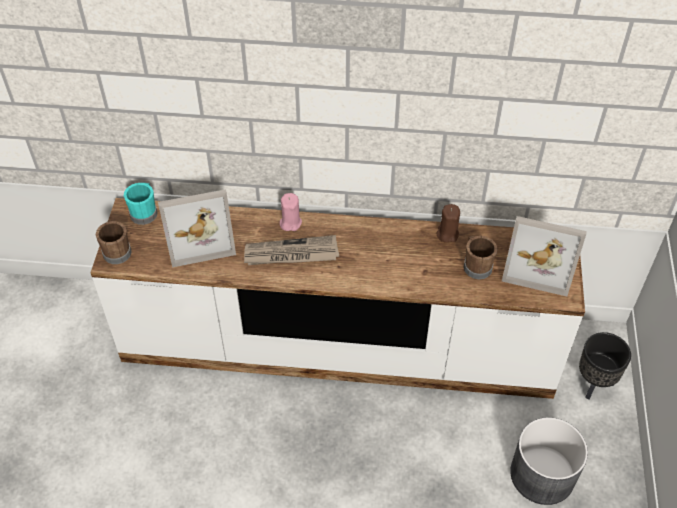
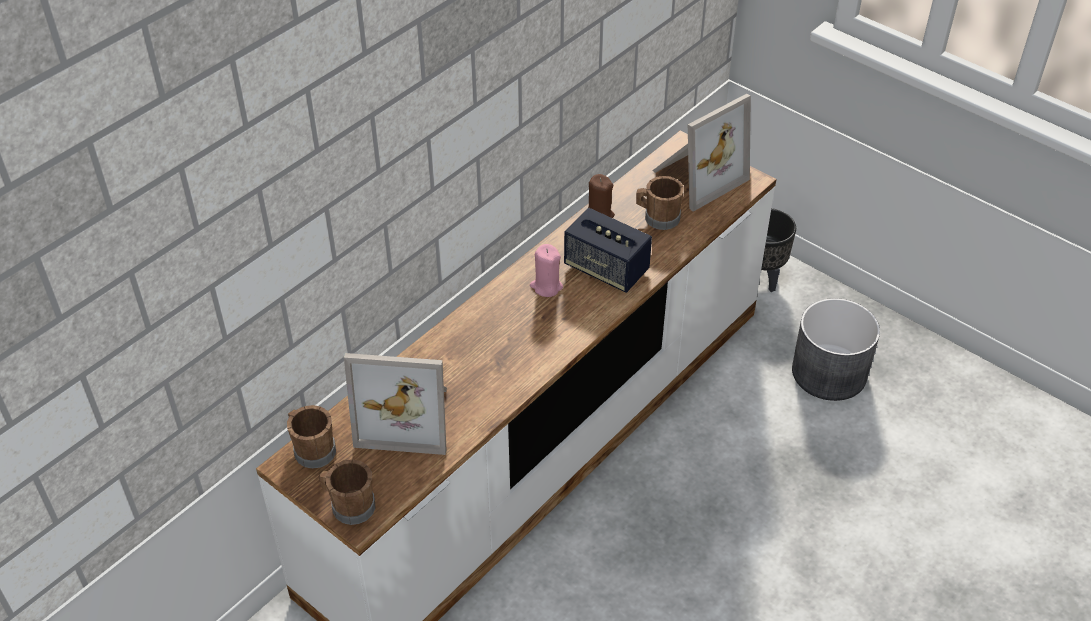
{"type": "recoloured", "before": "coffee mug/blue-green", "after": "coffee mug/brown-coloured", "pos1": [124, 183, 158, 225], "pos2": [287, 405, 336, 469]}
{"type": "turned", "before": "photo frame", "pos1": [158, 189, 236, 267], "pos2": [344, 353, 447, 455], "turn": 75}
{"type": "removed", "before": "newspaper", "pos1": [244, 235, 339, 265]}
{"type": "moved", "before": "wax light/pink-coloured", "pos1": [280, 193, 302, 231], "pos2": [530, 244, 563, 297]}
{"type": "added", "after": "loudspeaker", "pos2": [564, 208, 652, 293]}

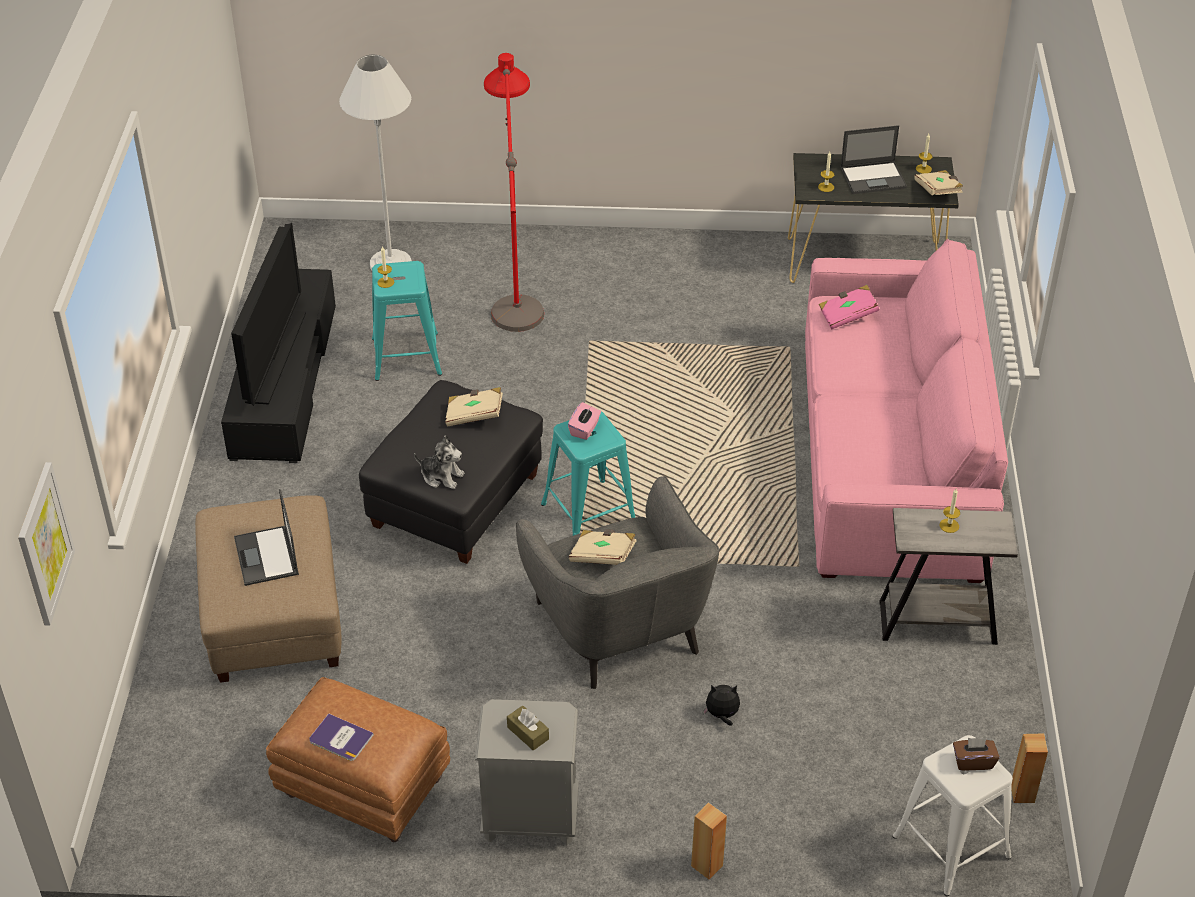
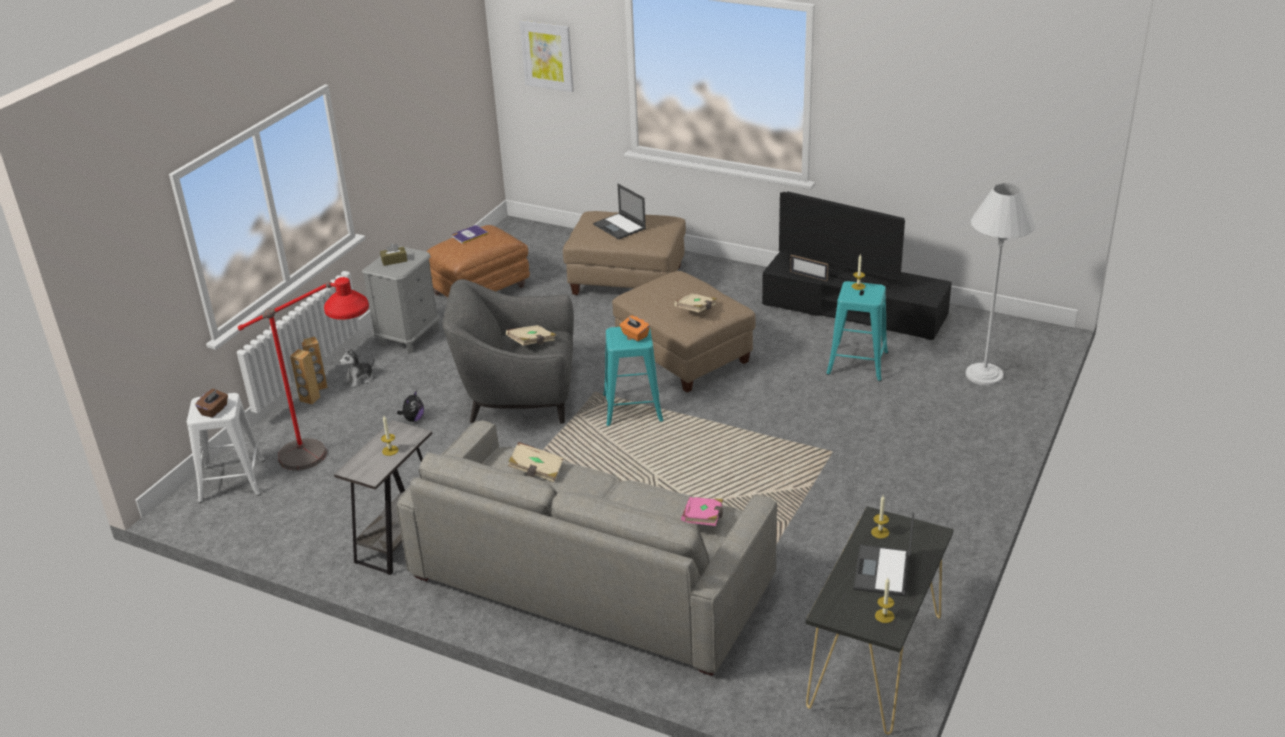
{"type": "turned", "before": "portable computer", "pos1": [234, 489, 299, 586], "pos2": [593, 184, 646, 239], "turn": -135}
{"type": "recoloured", "before": "footrest/black-coloured", "after": "footrest/sand-coloured", "pos1": [359, 380, 543, 564], "pos2": [612, 271, 756, 392]}
{"type": "moved", "before": "cuddly toy", "pos1": [414, 435, 465, 489], "pos2": [339, 348, 375, 388]}
{"type": "moved", "before": "standing lamp/red", "pos1": [484, 53, 544, 332], "pos2": [238, 277, 369, 470]}
{"type": "recoloured", "before": "tissue holder/pink-coloured", "after": "tissue holder/orange-coloured", "pos1": [568, 402, 601, 440], "pos2": [620, 315, 650, 341]}
{"type": "recoloured", "before": "sofa/pink-coloured", "after": "sofa/greyish", "pos1": [805, 239, 1008, 583], "pos2": [397, 420, 777, 676]}
{"type": "moved", "before": "bound book/sand-coloured", "pos1": [914, 170, 963, 195], "pos2": [508, 442, 564, 482]}
{"type": "moved", "before": "loudspeaker/brown-coloured", "pos1": [1011, 733, 1048, 803], "pos2": [290, 349, 320, 405]}
{"type": "added", "after": "photo frame", "pos2": [790, 255, 828, 281]}

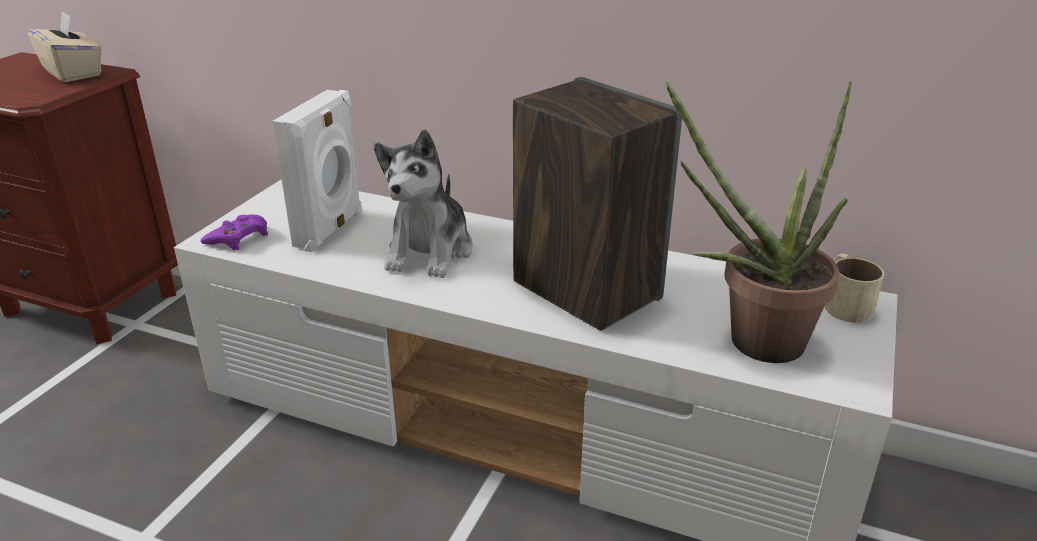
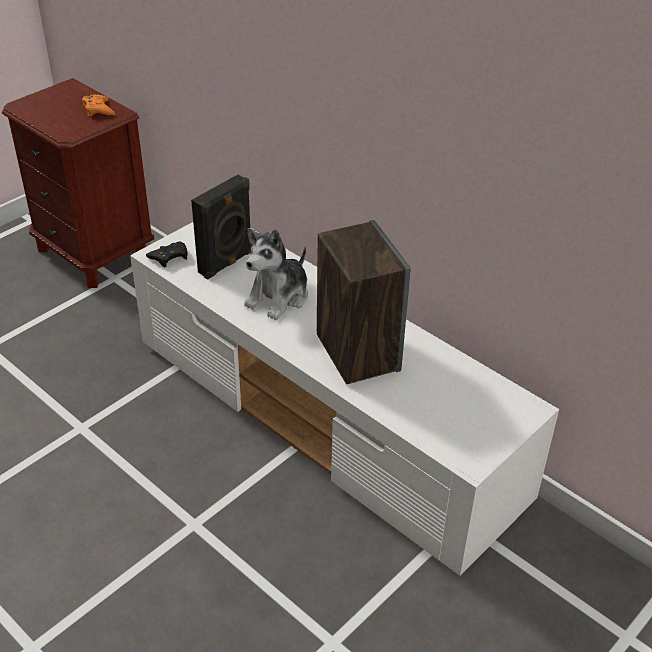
{"type": "replaced", "before": "tissue holder/sand-coloured", "after": "joypad/orange-coloured", "pos1": [28, 11, 102, 82], "pos2": [82, 94, 116, 116]}
{"type": "recoloured", "before": "joypad/purple-coloured", "after": "joypad/black-coloured", "pos1": [201, 214, 268, 250], "pos2": [146, 242, 188, 267]}
{"type": "recoloured", "before": "loudspeaker/whitish", "after": "loudspeaker/black-coloured", "pos1": [272, 90, 362, 252], "pos2": [191, 175, 251, 280]}
{"type": "removed", "before": "plant in a pot", "pos1": [665, 81, 852, 363]}
{"type": "removed", "before": "coffee mug/sand-coloured", "pos1": [825, 253, 884, 323]}

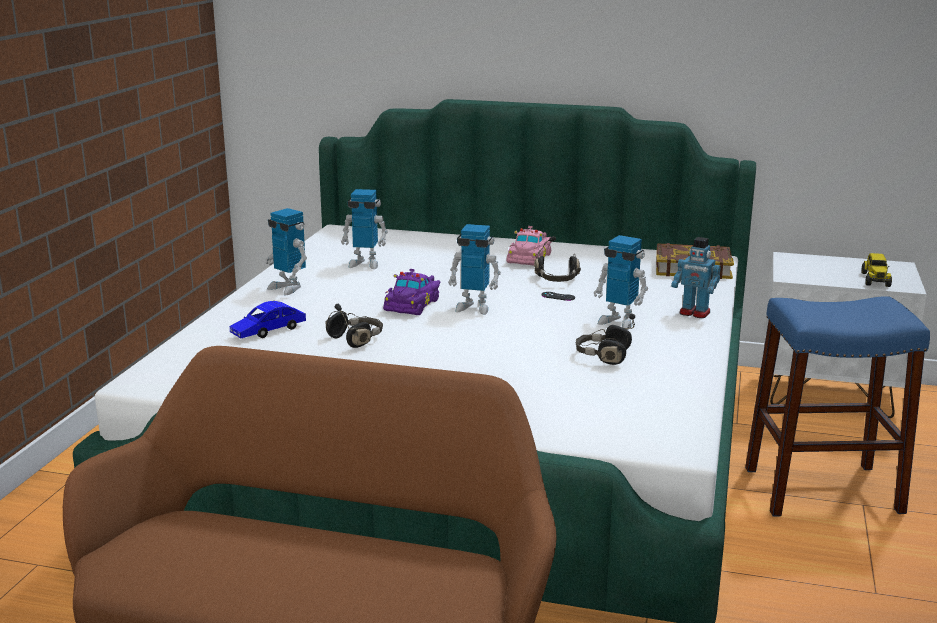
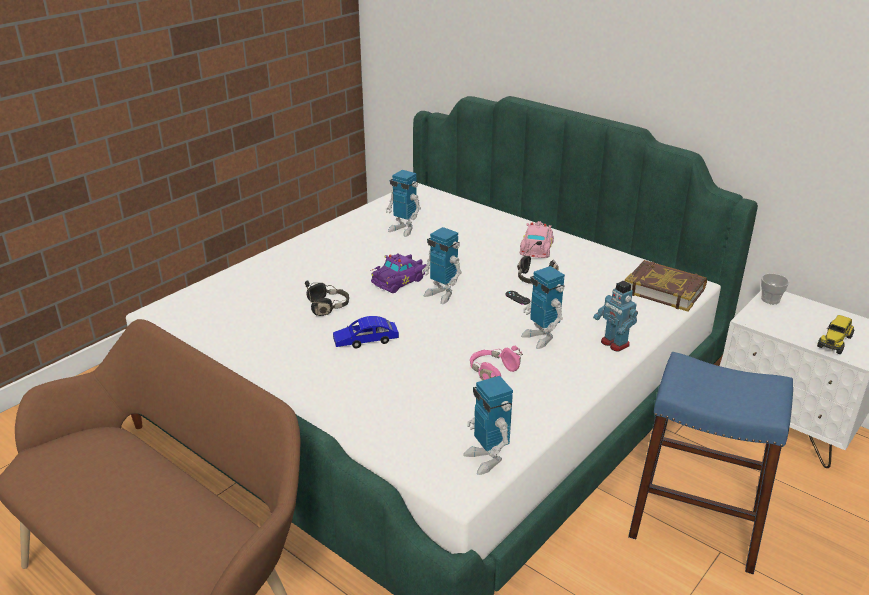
{"type": "moved", "before": "model car/blue-coloured", "pos1": [230, 301, 306, 338], "pos2": [333, 316, 399, 348]}
{"type": "moved", "before": "toy robot", "pos1": [265, 208, 307, 295], "pos2": [463, 376, 513, 475]}
{"type": "turned", "before": "model car/pink-coloured", "pos1": [506, 226, 552, 266], "pos2": [520, 221, 554, 258], "turn": 150}
{"type": "recoloured", "before": "headphones/black-coloured", "after": "headphones/pink-coloured", "pos1": [576, 313, 635, 365], "pos2": [470, 346, 523, 380]}
{"type": "added", "after": "drinking cup", "pos2": [761, 274, 789, 304]}

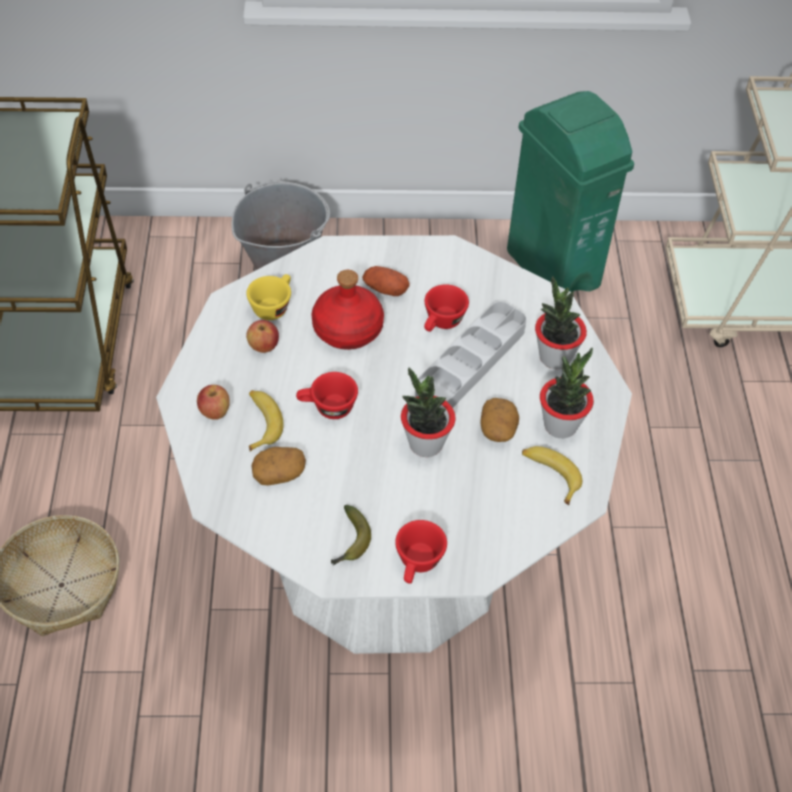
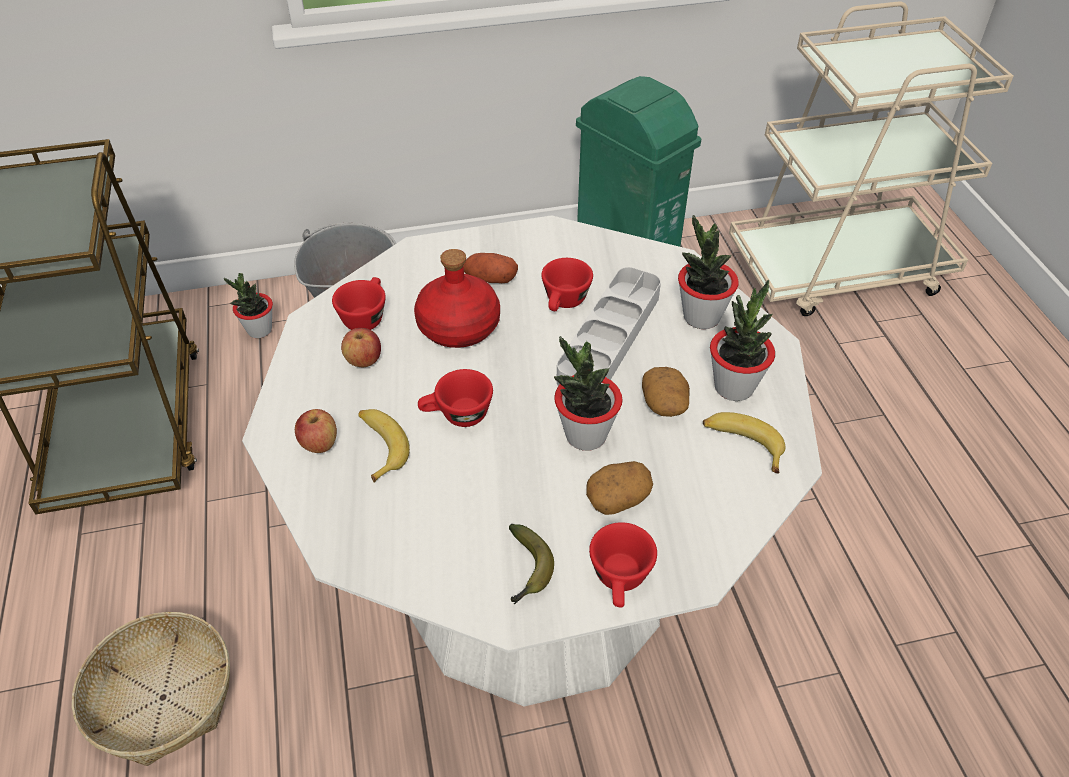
{"type": "recoloured", "before": "drinking cup/yellow", "after": "drinking cup/red", "pos1": [247, 274, 291, 320], "pos2": [332, 277, 386, 330]}
{"type": "moved", "before": "potato", "pos1": [252, 447, 306, 486], "pos2": [586, 461, 653, 515]}
{"type": "added", "after": "plant in a pot", "pos2": [224, 273, 273, 338]}

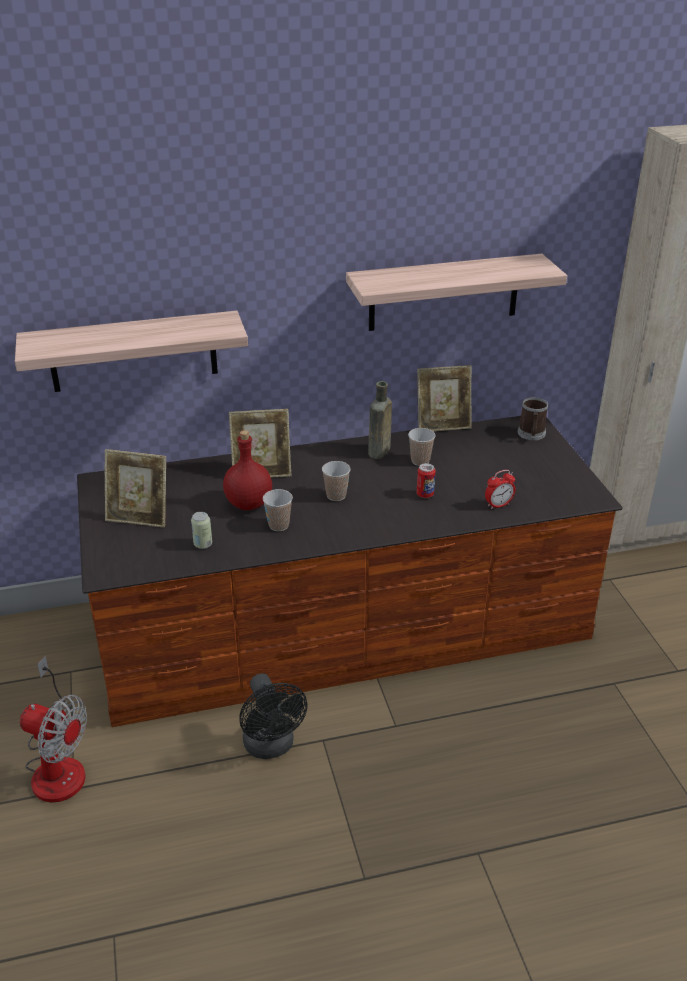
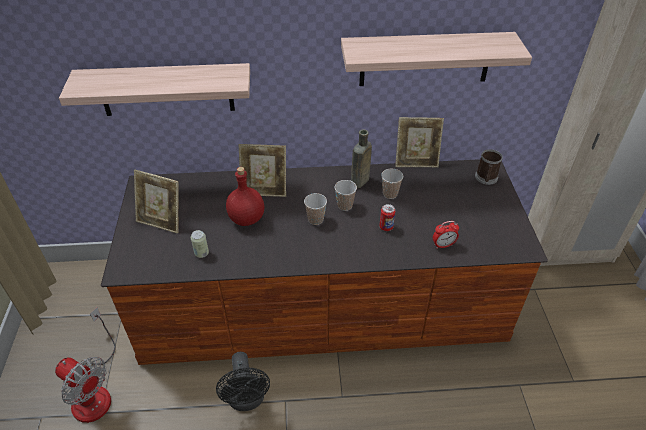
{"type": "moved", "before": "drinking cup", "pos1": [263, 489, 293, 531], "pos2": [334, 180, 357, 211]}

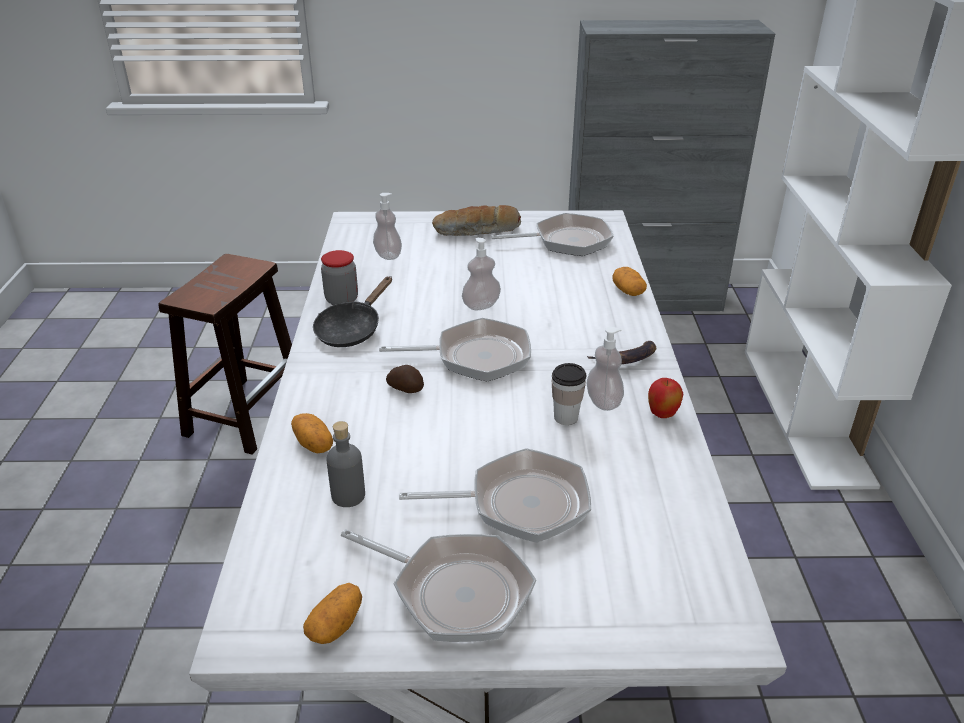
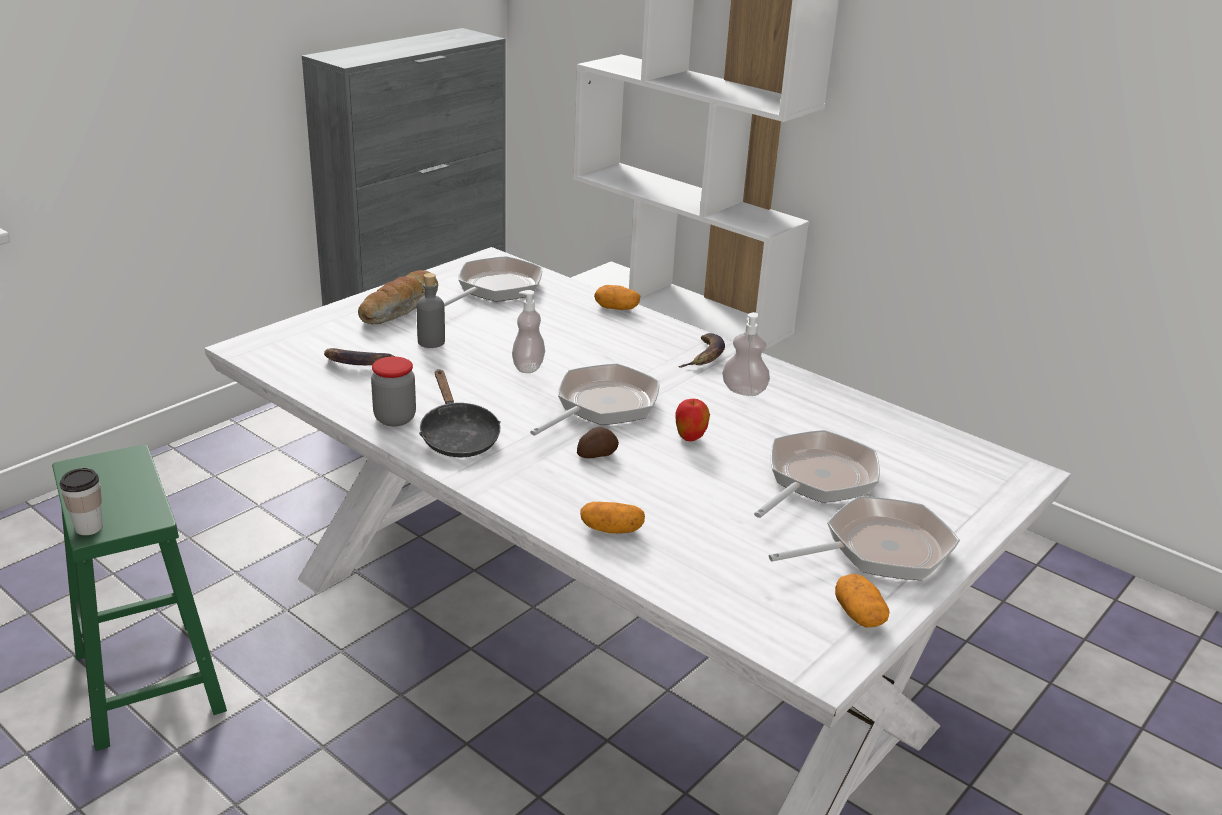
{"type": "recoloured", "before": "stool/brown-coloured", "after": "stool/green", "pos1": [158, 254, 292, 455], "pos2": [52, 445, 227, 751]}
{"type": "moved", "before": "bottle/greyish", "pos1": [326, 421, 365, 507], "pos2": [417, 273, 445, 348]}
{"type": "replaced", "before": "soap dispenser", "after": "banana", "pos1": [373, 193, 402, 260], "pos2": [324, 348, 393, 365]}
{"type": "moved", "before": "drinking cup", "pos1": [552, 363, 587, 425], "pos2": [60, 468, 103, 535]}
{"type": "moved", "before": "whole apple", "pos1": [648, 378, 683, 418], "pos2": [675, 399, 710, 441]}

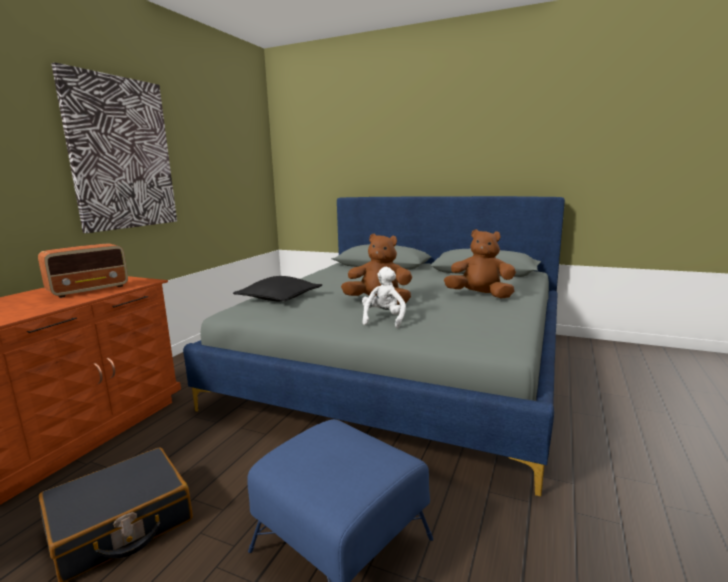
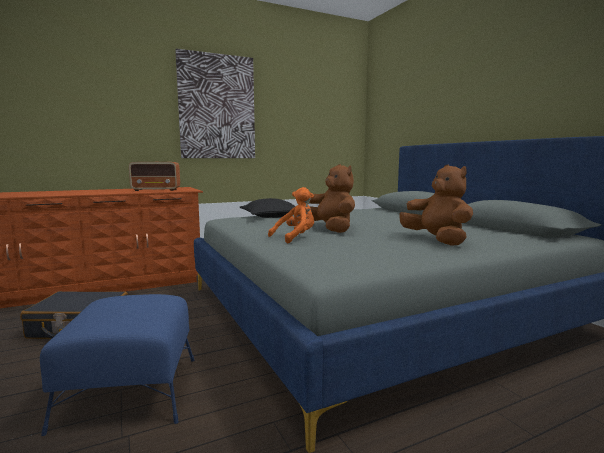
{"type": "recoloured", "before": "cuddly toy/whitish", "after": "cuddly toy/orange-coloured", "pos1": [362, 267, 406, 328], "pos2": [268, 187, 314, 244]}

